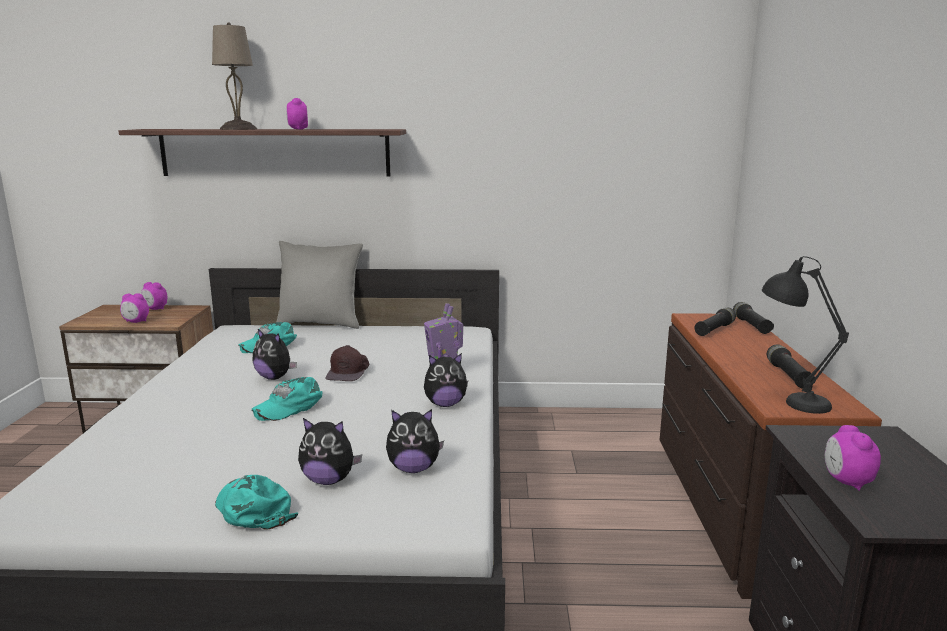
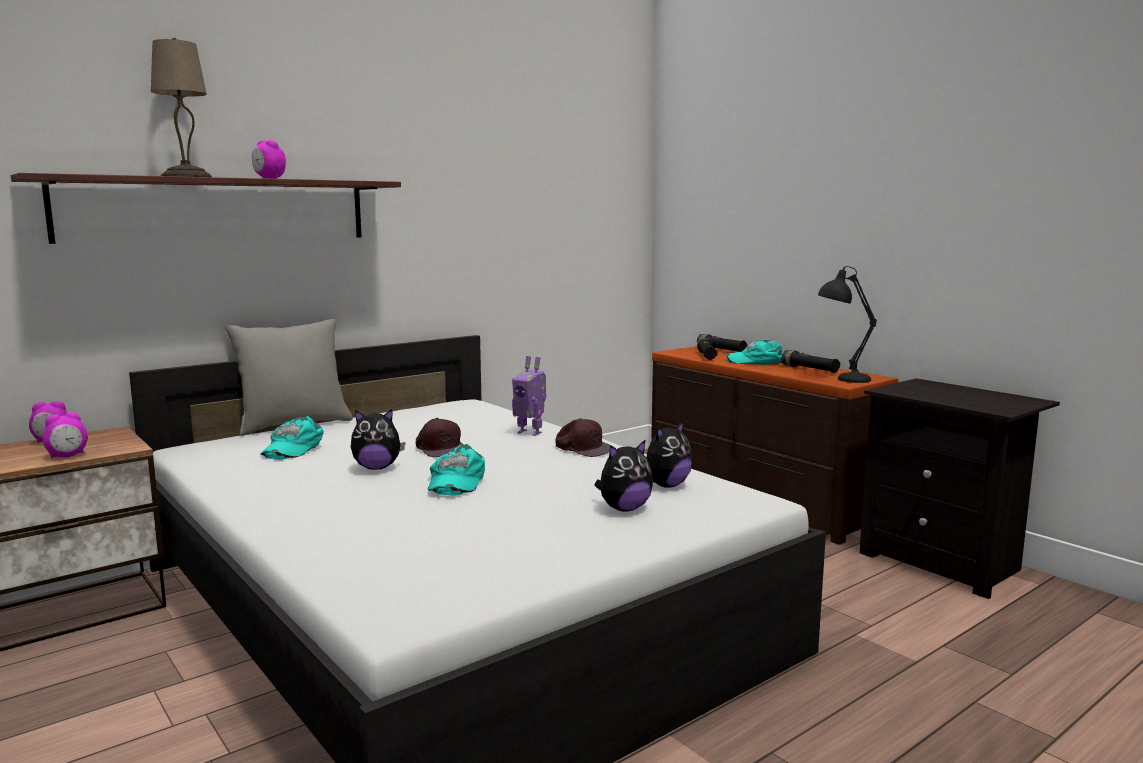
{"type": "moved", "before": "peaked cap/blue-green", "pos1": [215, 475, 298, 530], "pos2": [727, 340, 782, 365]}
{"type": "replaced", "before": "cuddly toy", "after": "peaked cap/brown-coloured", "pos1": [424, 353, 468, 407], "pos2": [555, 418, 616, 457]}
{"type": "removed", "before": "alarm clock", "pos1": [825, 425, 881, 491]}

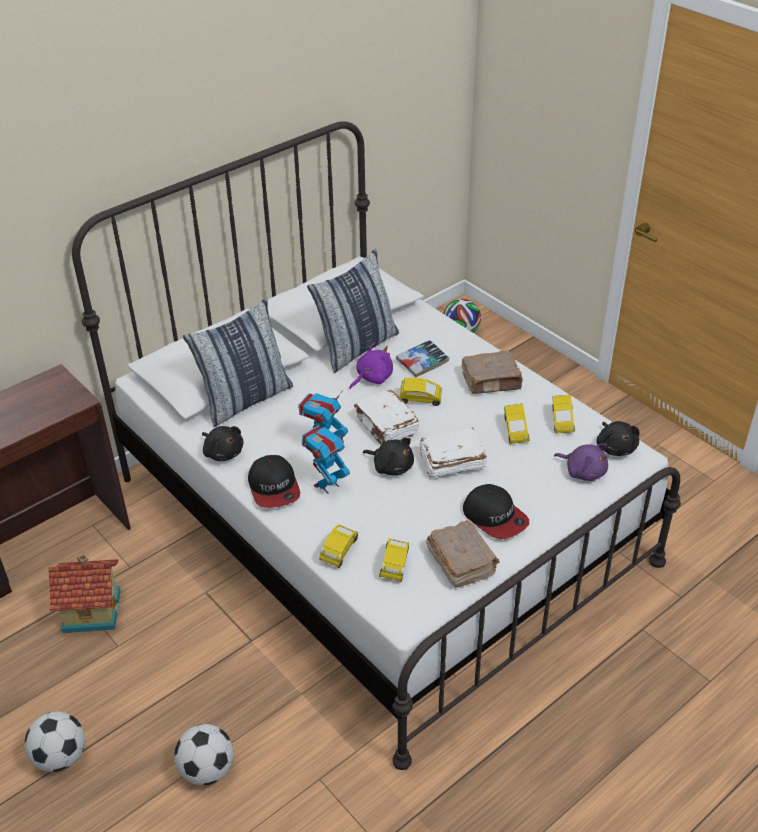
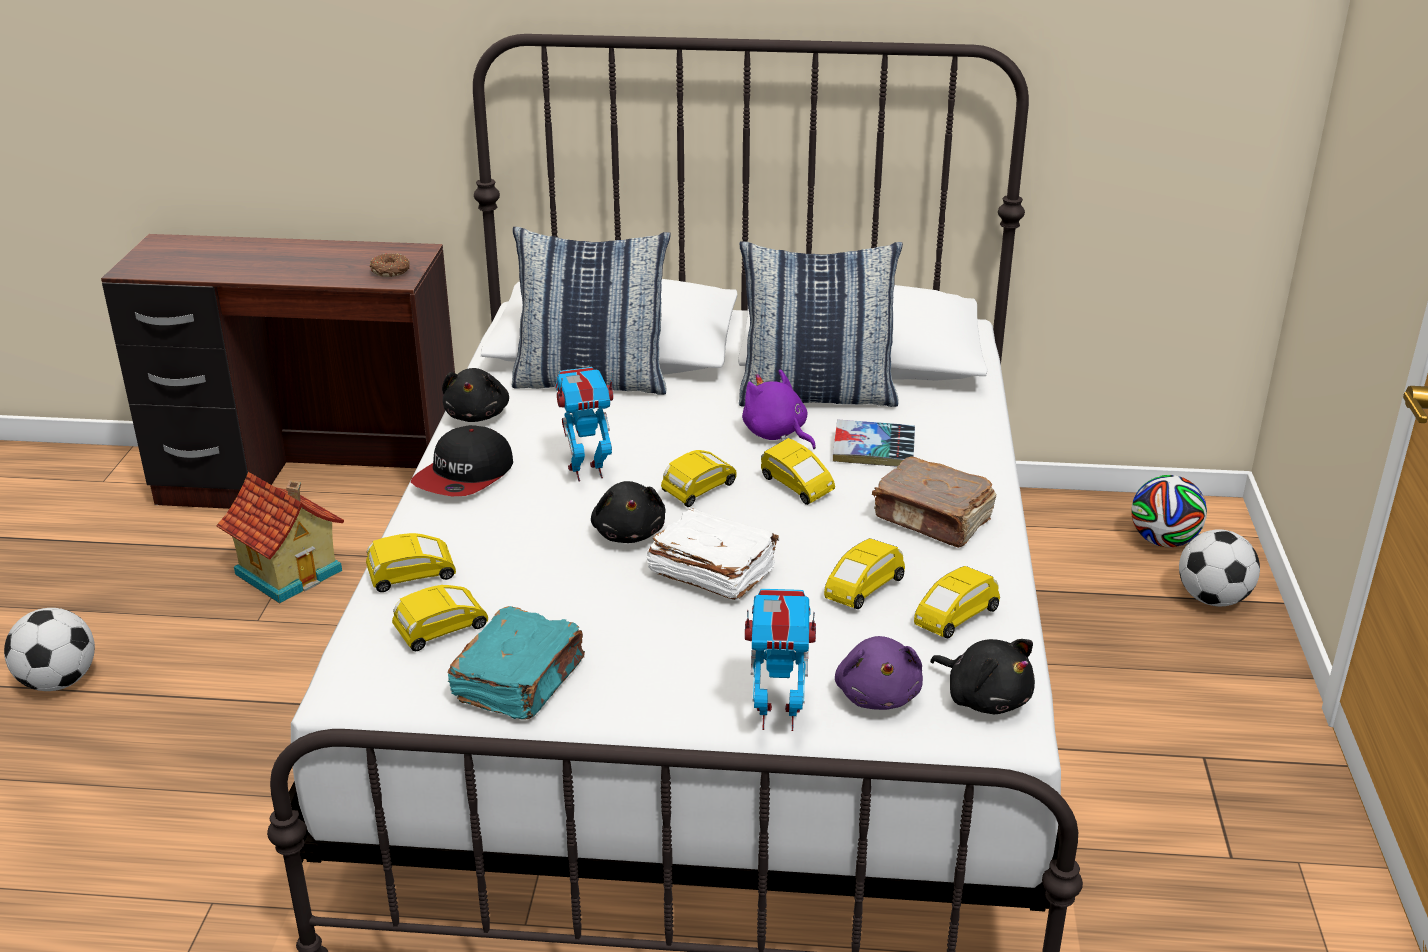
{"type": "moved", "before": "football", "pos1": [174, 724, 234, 785], "pos2": [1179, 529, 1260, 606]}
{"type": "moved", "before": "toy robot", "pos1": [302, 426, 350, 494], "pos2": [745, 589, 816, 731]}
{"type": "turned", "before": "cuddly toy/purple-coloured", "pos1": [350, 343, 393, 389], "pos2": [742, 369, 816, 449], "turn": -135}
{"type": "replaced", "before": "bound book/whitish", "after": "model car/yellow", "pos1": [354, 390, 419, 445], "pos2": [661, 450, 737, 507]}
{"type": "recoloured", "before": "bound book/brown-coloured", "after": "bound book/blue-green", "pos1": [426, 520, 499, 587], "pos2": [448, 606, 585, 719]}
{"type": "removed", "before": "peaked cap", "pos1": [463, 484, 529, 539]}
{"type": "turned", "before": "cuddly toy/black-coloured", "pos1": [596, 421, 640, 456], "pos2": [930, 639, 1035, 714], "turn": -75}
{"type": "added", "after": "ring doughnut", "pos2": [370, 253, 410, 277]}

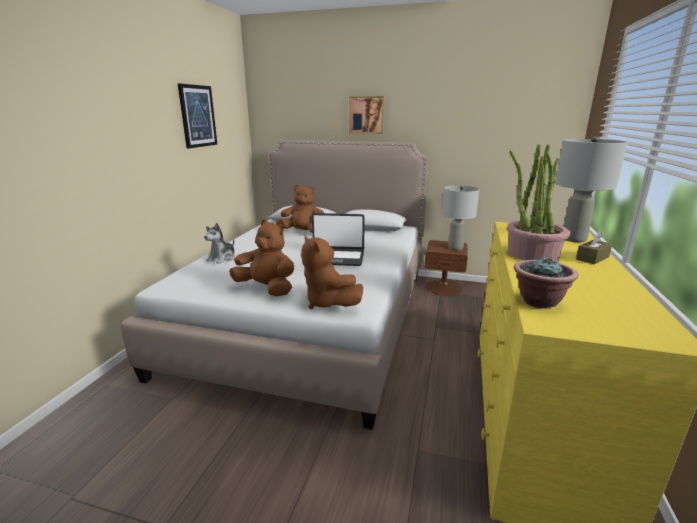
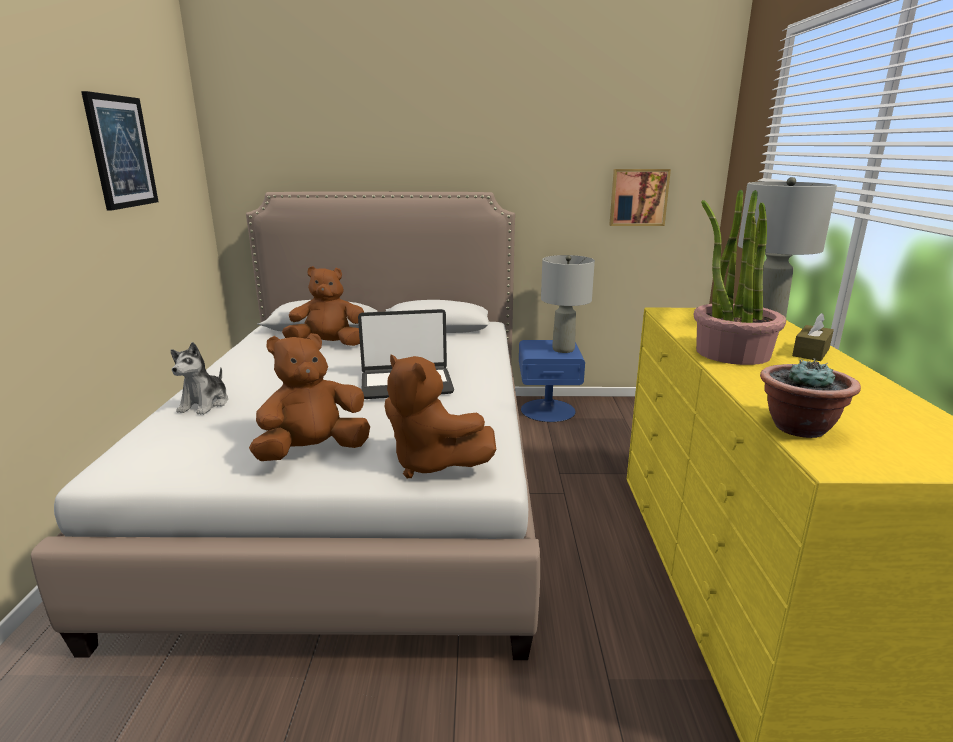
{"type": "turned", "before": "cuddly toy/brown-coloured", "pos1": [229, 219, 294, 296], "pos2": [249, 333, 370, 461], "turn": -45}
{"type": "moved", "before": "picture", "pos1": [349, 96, 385, 134], "pos2": [609, 169, 671, 226]}
{"type": "recoloured", "before": "night table/brown-coloured", "after": "night table/blue-coloured", "pos1": [424, 240, 468, 296], "pos2": [519, 340, 585, 422]}

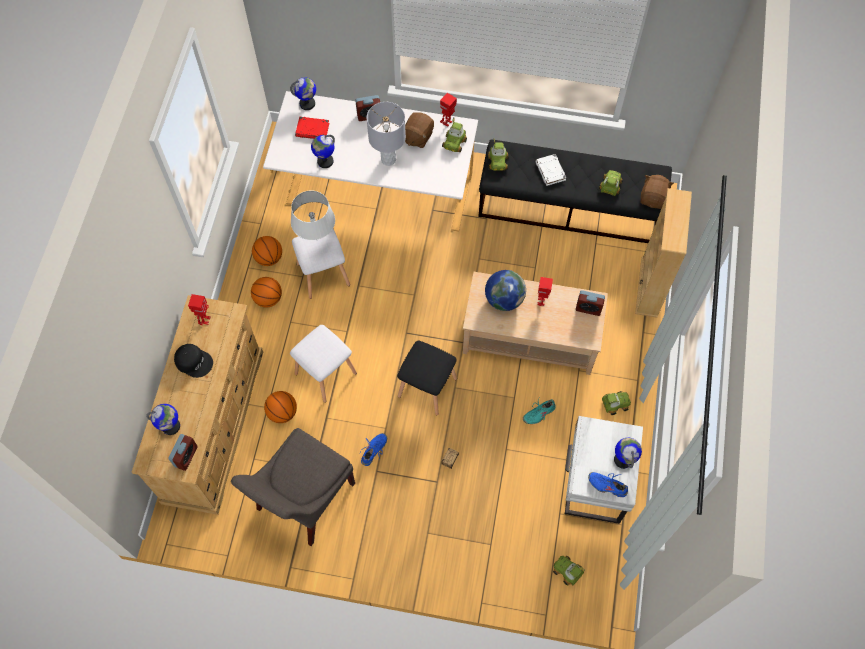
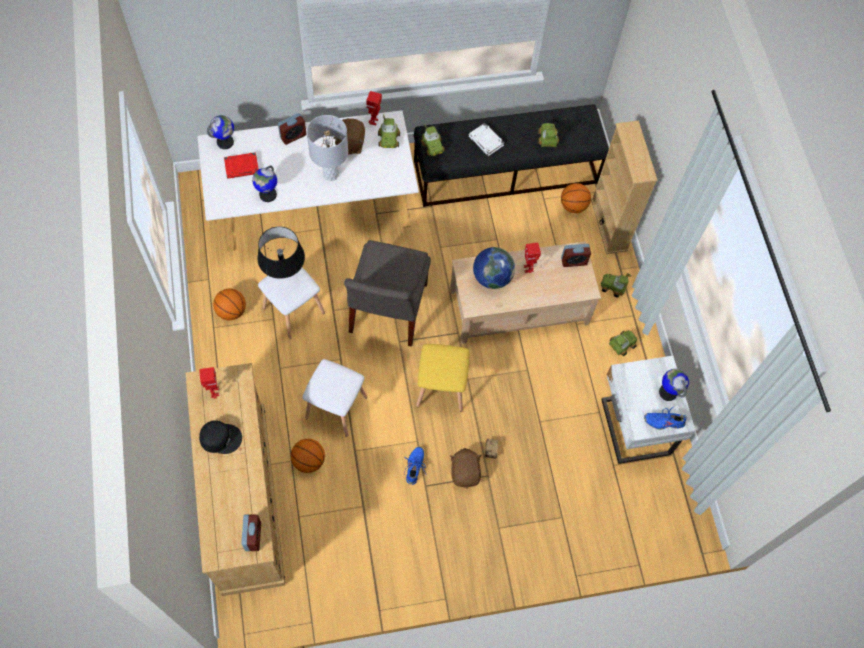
{"type": "removed", "before": "world globe", "pos1": [146, 404, 180, 435]}
{"type": "moved", "before": "upright chair/greyish", "pos1": [231, 428, 355, 546], "pos2": [344, 240, 431, 347]}
{"type": "moved", "before": "ball for basketball", "pos1": [251, 277, 282, 307], "pos2": [561, 183, 591, 213]}
{"type": "recoloured", "before": "lamp for a table/whitish", "after": "lamp for a table/black-coloured", "pos1": [291, 191, 335, 240], "pos2": [257, 226, 305, 279]}
{"type": "recoloured", "before": "stool/black-coloured", "after": "stool/yellow", "pos1": [397, 341, 457, 415], "pos2": [416, 344, 469, 412]}
{"type": "removed", "before": "low shoe/blue-green", "pos1": [523, 399, 556, 424]}
{"type": "moved", "before": "model car", "pos1": [553, 556, 585, 585], "pos2": [601, 273, 631, 297]}
{"type": "moved", "before": "cuddly toy/brown-coloured", "pos1": [640, 175, 674, 209], "pos2": [450, 448, 482, 488]}

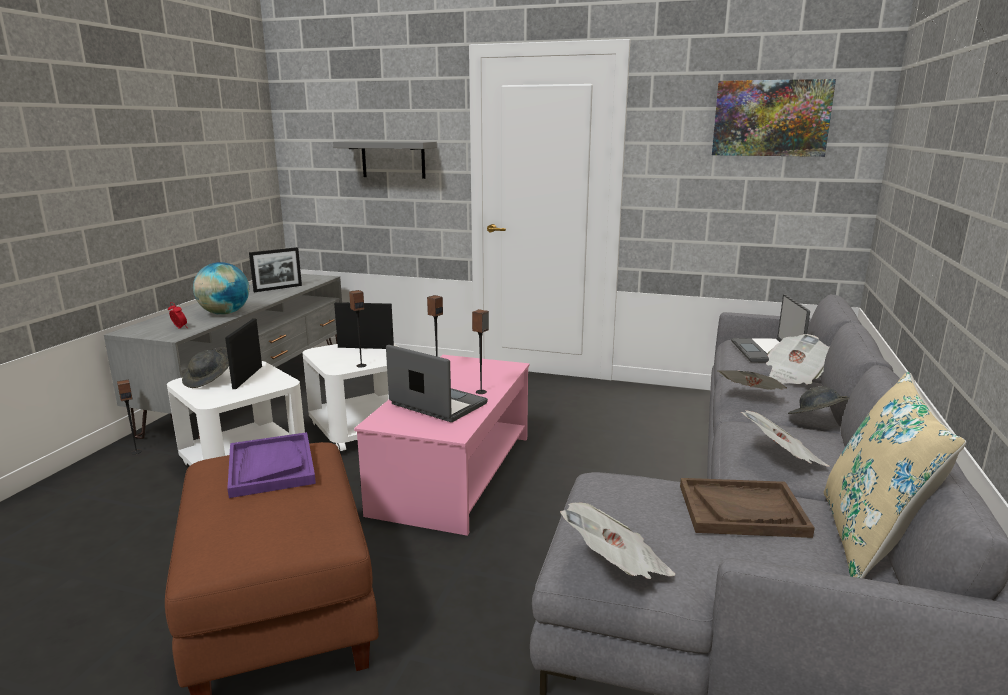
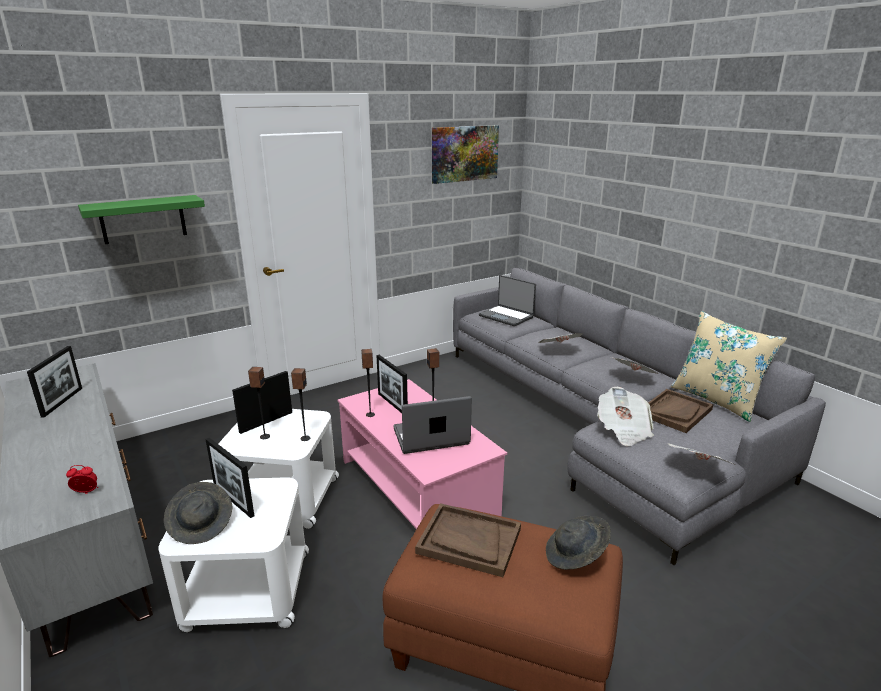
{"type": "moved", "before": "loudspeaker", "pos1": [117, 380, 142, 454], "pos2": [248, 367, 270, 439]}
{"type": "removed", "before": "world globe", "pos1": [193, 262, 249, 315]}
{"type": "recoloured", "before": "carrying tray/purple-coloured", "after": "carrying tray/brown-coloured", "pos1": [227, 432, 316, 498], "pos2": [415, 503, 521, 577]}
{"type": "recoloured", "before": "wall shelf/greyish", "after": "wall shelf/green", "pos1": [333, 141, 437, 179], "pos2": [78, 195, 205, 244]}
{"type": "moved", "before": "newspaper", "pos1": [766, 334, 830, 385], "pos2": [597, 387, 654, 446]}
{"type": "moved", "before": "wearable hat/greyish", "pos1": [788, 386, 850, 414], "pos2": [546, 516, 611, 570]}
{"type": "added", "after": "photo frame", "pos2": [376, 355, 408, 413]}

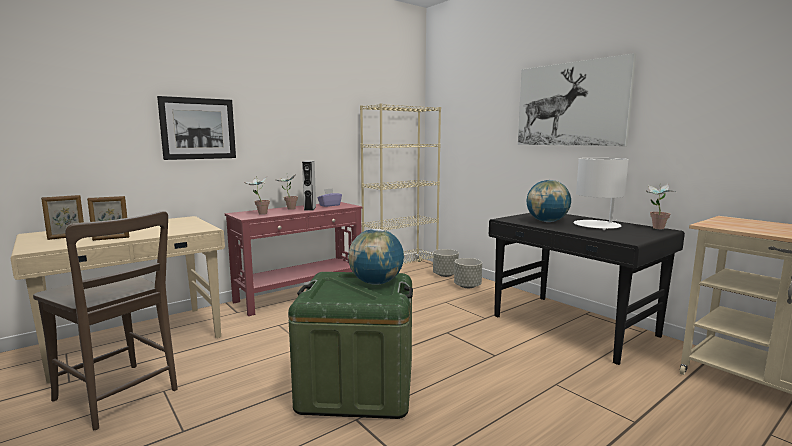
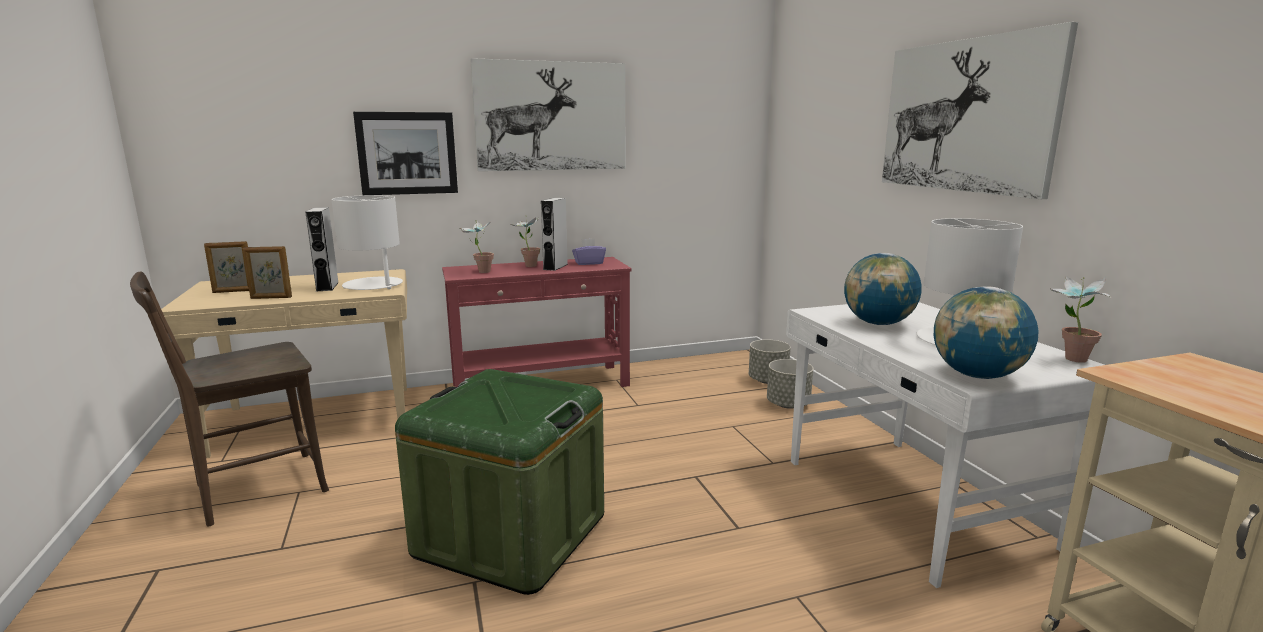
{"type": "turned", "before": "upright chair/brown-coloured", "pos1": [33, 211, 178, 430], "pos2": [130, 271, 329, 527], "turn": 90}
{"type": "moved", "before": "world globe", "pos1": [348, 229, 404, 285], "pos2": [934, 286, 1039, 379]}
{"type": "removed", "before": "shelving unit/sand-coloured", "pos1": [360, 103, 441, 265]}
{"type": "recoloured", "before": "desk/black-coloured", "after": "desk/whitish", "pos1": [489, 213, 685, 365], "pos2": [786, 302, 1104, 588]}
{"type": "added", "after": "loudspeaker/greyish", "pos2": [305, 207, 339, 291]}
{"type": "added", "after": "lamp for a table/whitish", "pos2": [331, 195, 403, 290]}
{"type": "added", "after": "picture", "pos2": [470, 58, 625, 171]}

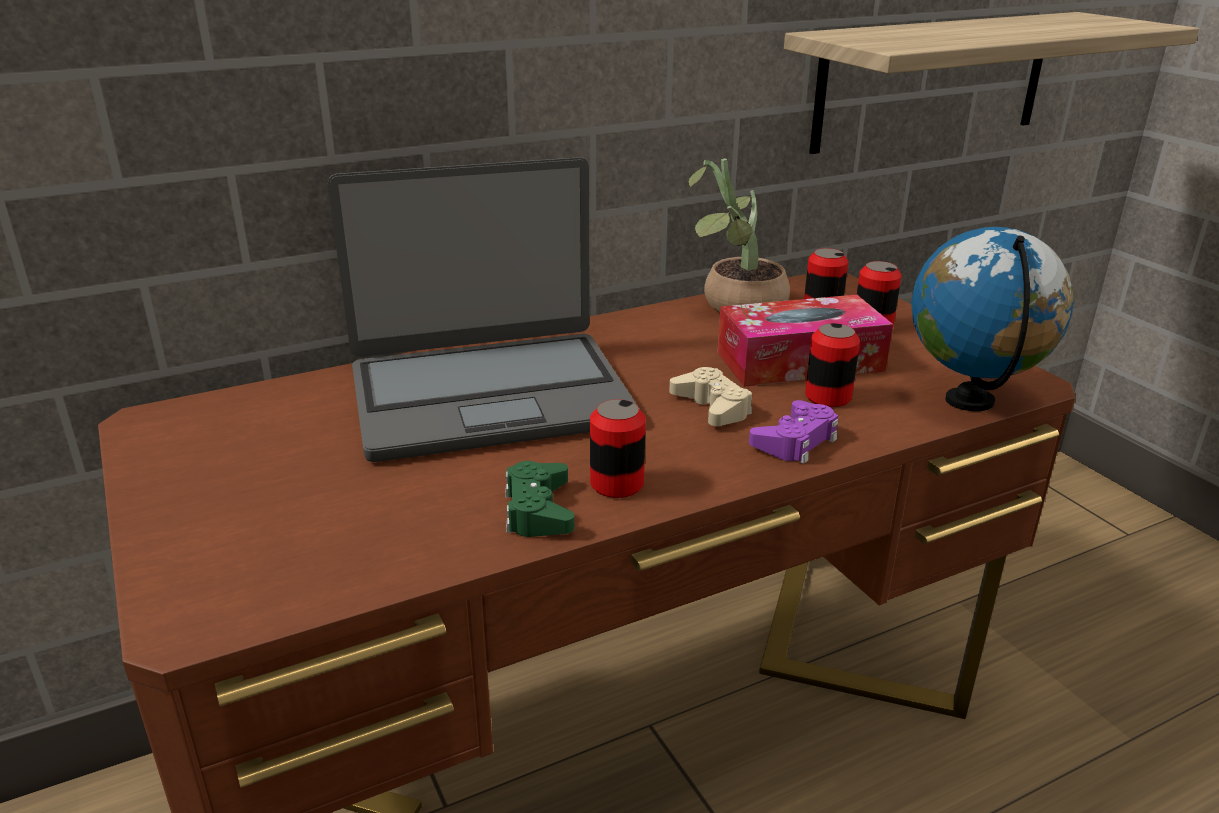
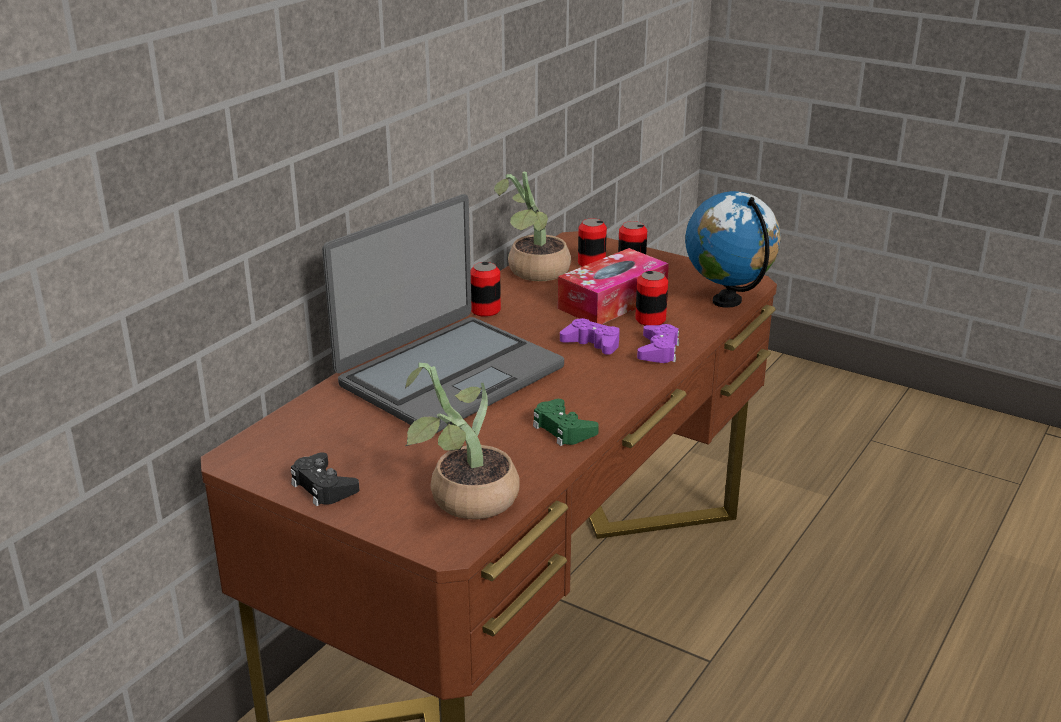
{"type": "moved", "before": "can", "pos1": [590, 399, 646, 498], "pos2": [471, 262, 501, 317]}
{"type": "recoloured", "before": "joypad/sand-coloured", "after": "joypad/purple-coloured", "pos1": [669, 367, 752, 426], "pos2": [560, 318, 620, 355]}
{"type": "removed", "before": "wall shelf", "pos1": [784, 12, 1199, 154]}
{"type": "added", "after": "joypad/black-coloured", "pos2": [291, 452, 359, 506]}
{"type": "added", "after": "plant in a pot", "pos2": [405, 363, 520, 519]}

